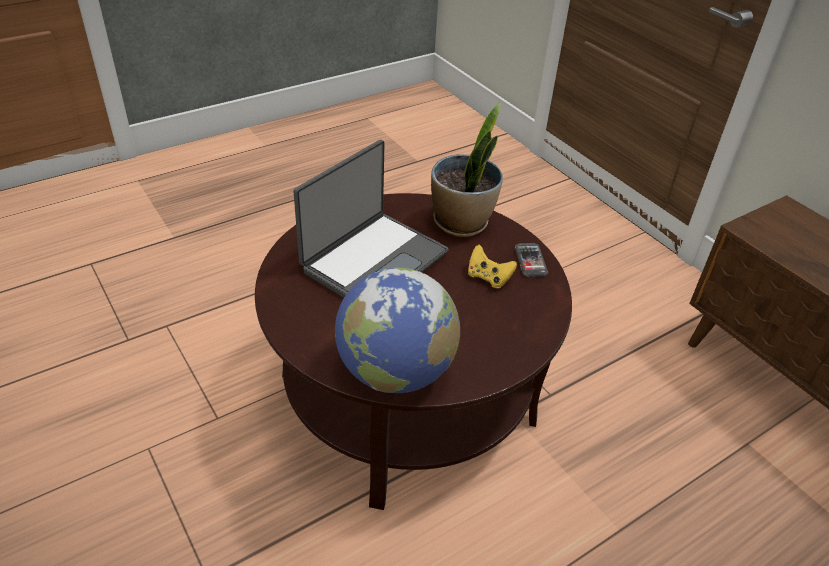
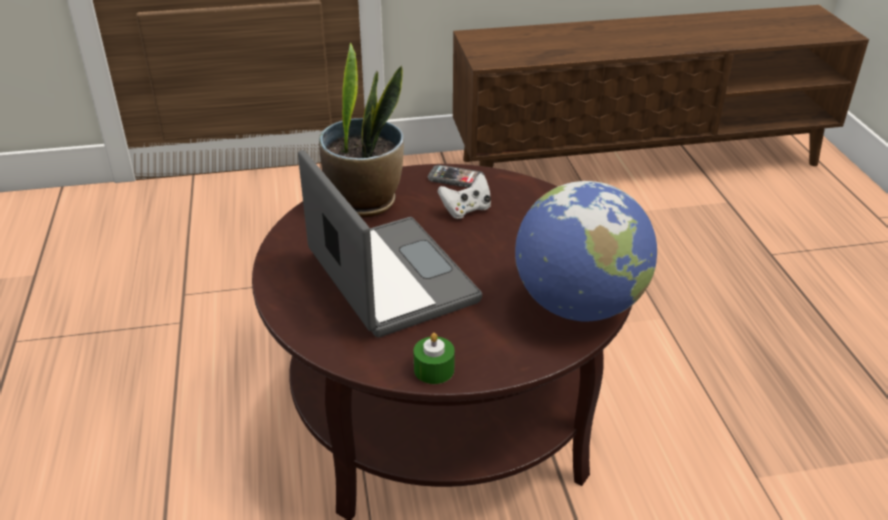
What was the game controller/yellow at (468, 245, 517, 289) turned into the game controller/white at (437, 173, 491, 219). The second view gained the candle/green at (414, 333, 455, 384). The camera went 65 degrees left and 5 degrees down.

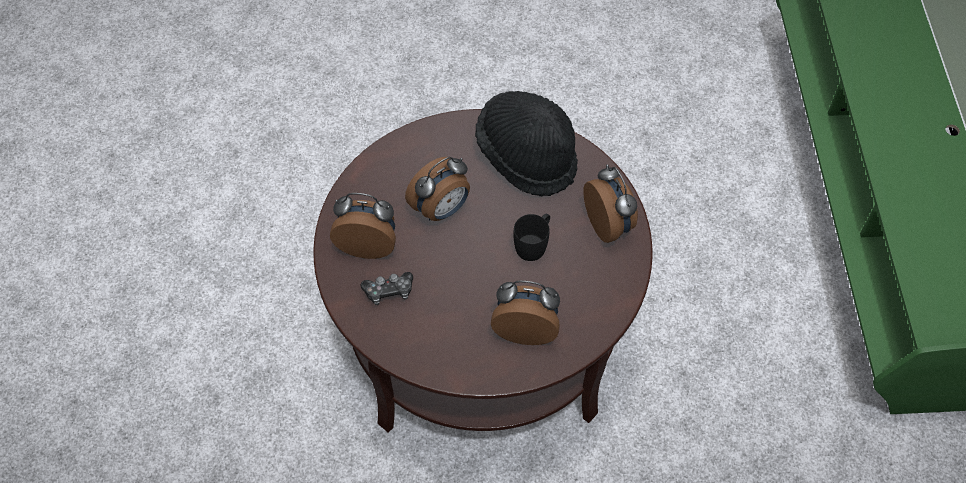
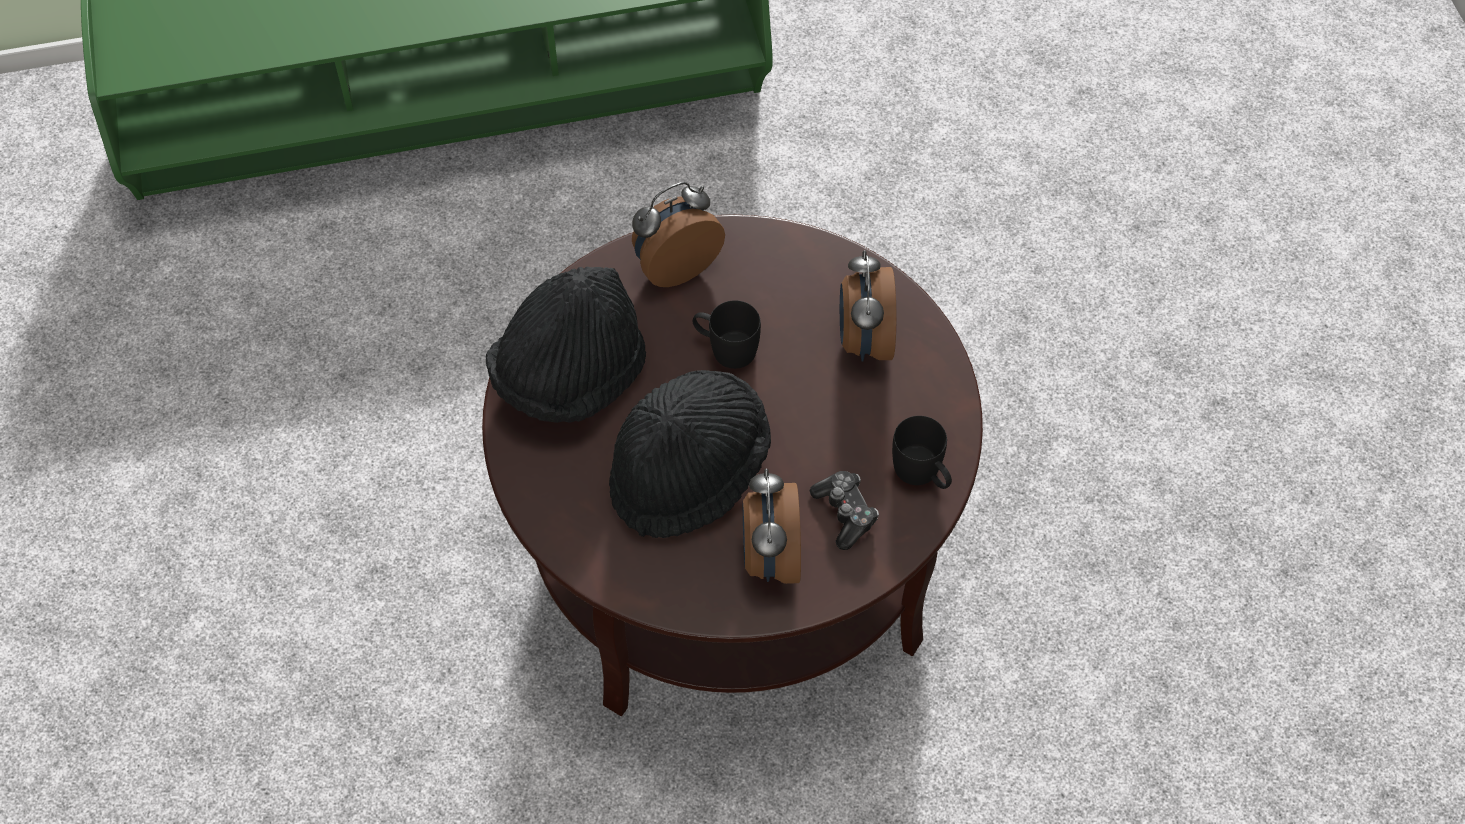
Where the alarm clock stood at (405, 157, 470, 221), the hat/black came to stand at (609, 370, 771, 538). The second view gained the mug/black at (892, 416, 952, 489). The camera went 100 degrees left and 0 degrees up.

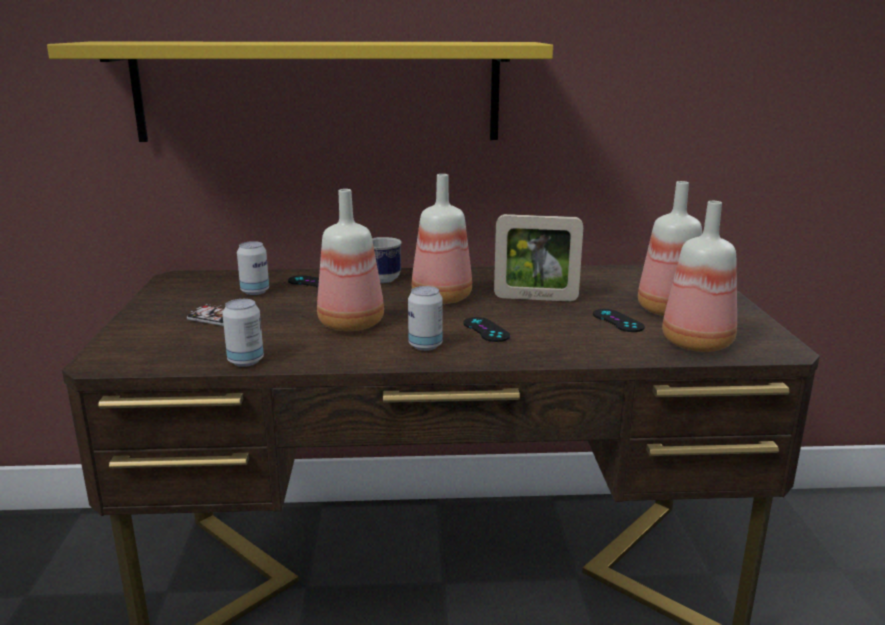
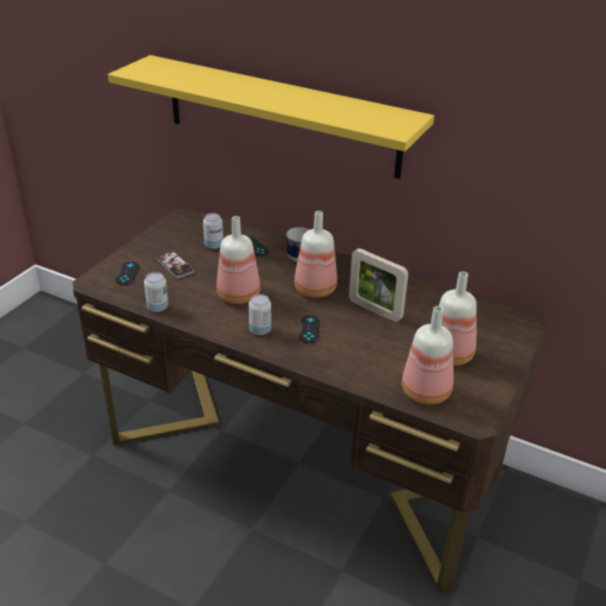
The game controller/black ended up elsewhere, having gone from (593, 309, 645, 332) to (116, 262, 139, 285). The camera went 30 degrees right and 15 degrees up.

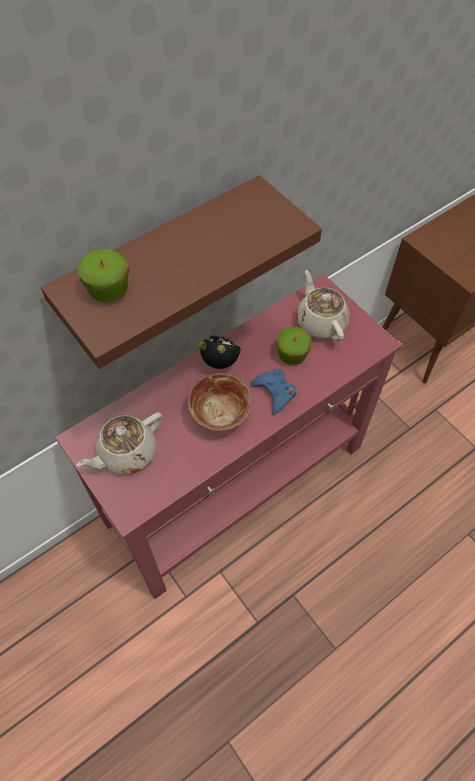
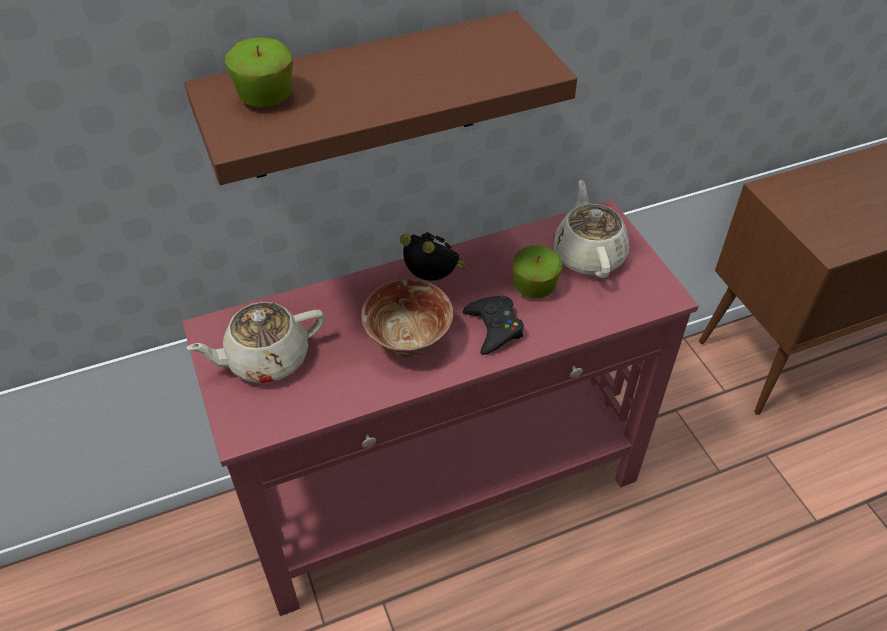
What was the game controller/blue at (250, 369, 297, 415) turned into the game controller/black at (463, 296, 524, 355). The camera went 15 degrees right and 10 degrees down.

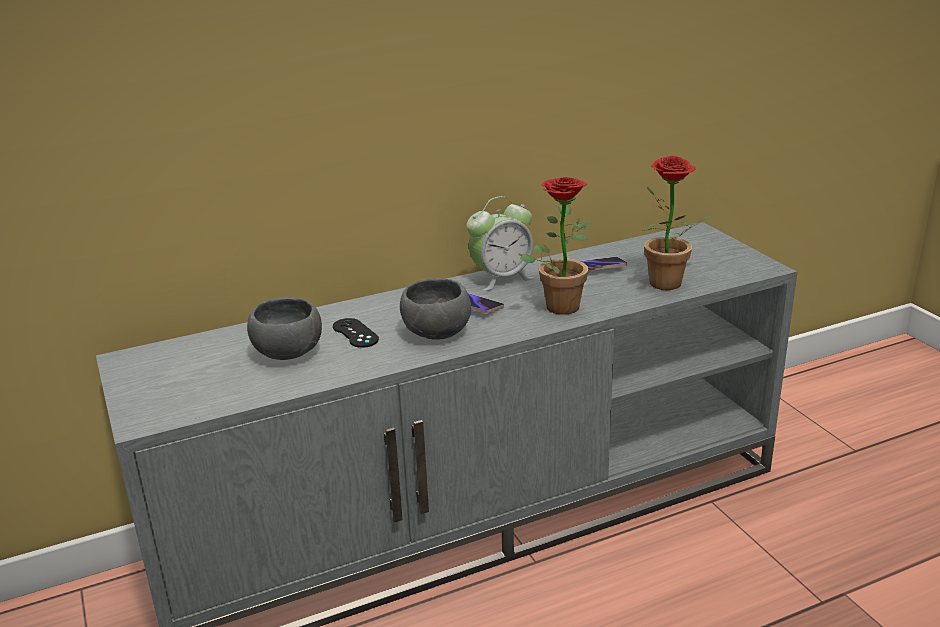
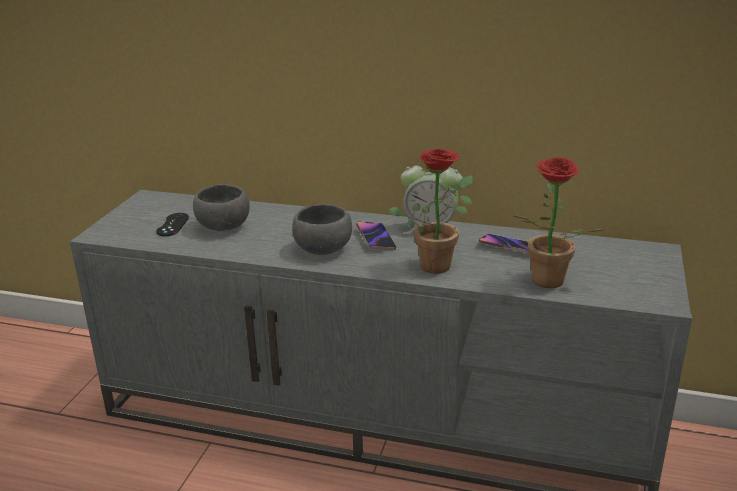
The game controller/black ended up elsewhere, having gone from (333, 318, 379, 348) to (156, 213, 189, 236). The camera went 40 degrees right and 0 degrees up.

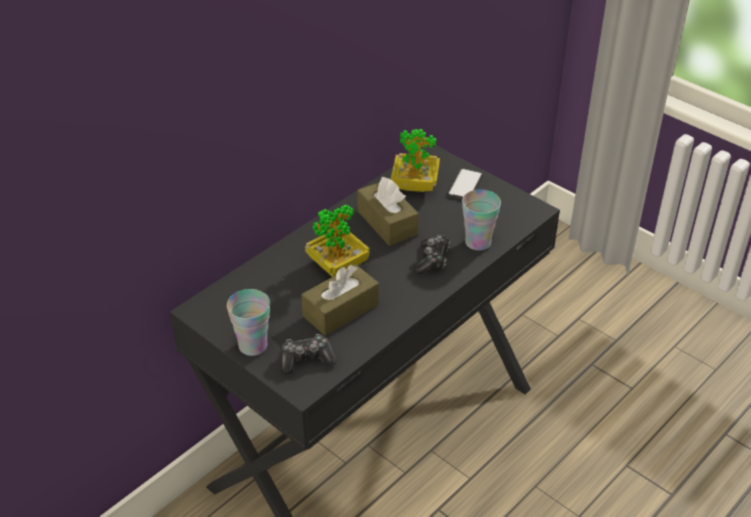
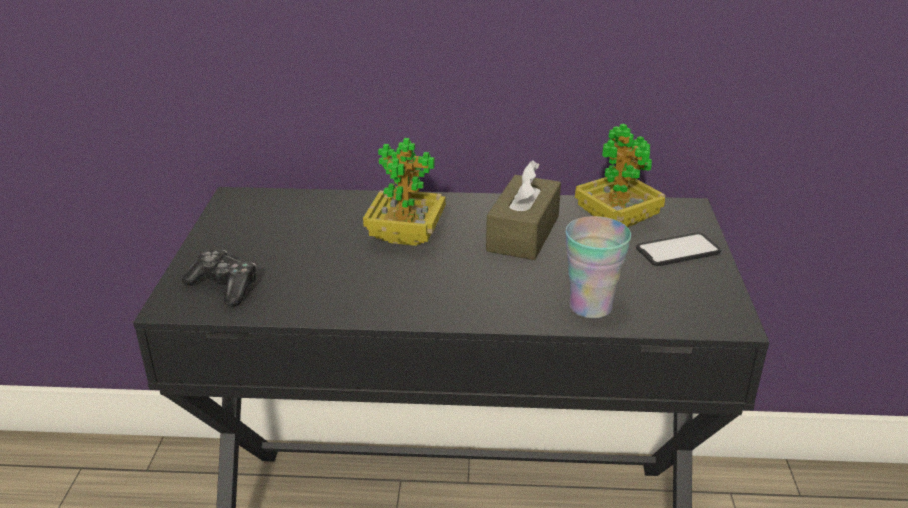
The second view lost the game controller at (414, 235, 450, 274). The second view lost the tissue box/brown at (301, 264, 379, 336). The second view lost the cup at (227, 289, 270, 356). The camera went 50 degrees right and 10 degrees down.

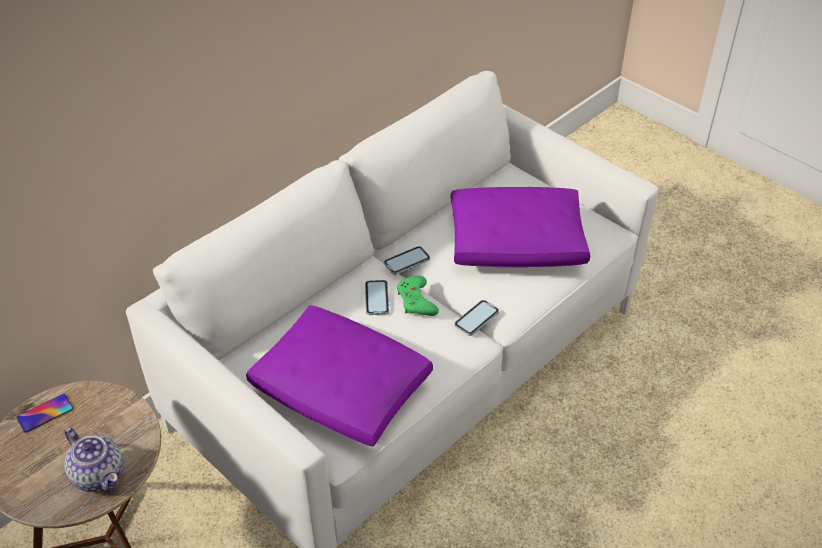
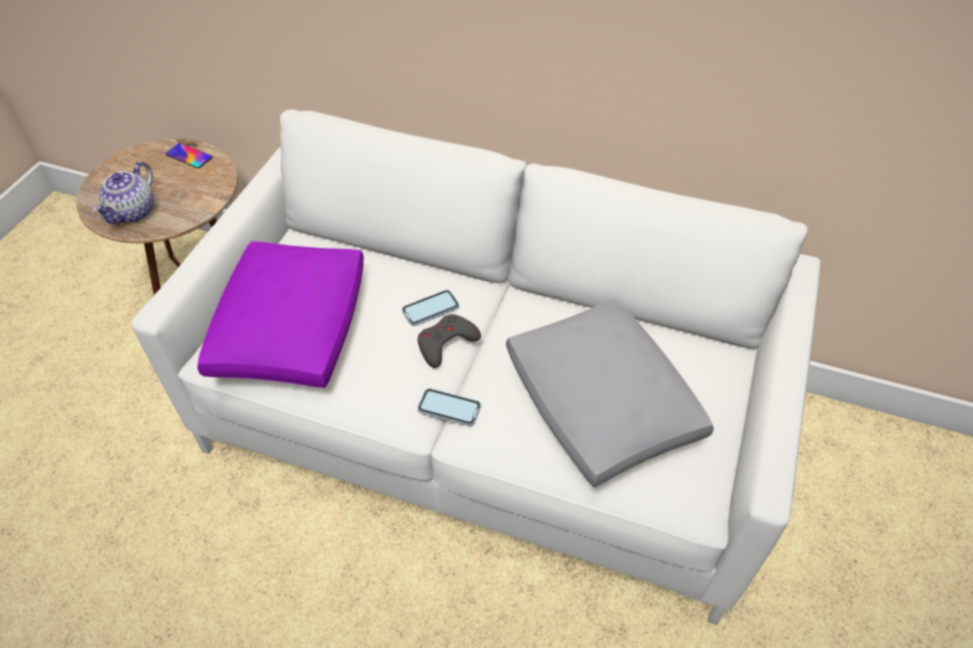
What was the pillow/purple at (451, 187, 590, 267) turned into the pillow/grey at (506, 298, 714, 487). The second view lost the phone at (384, 246, 430, 275). What was the game controller/green at (397, 276, 439, 316) turned into the game controller/grey at (417, 314, 481, 368). The camera went 65 degrees right and 5 degrees up.

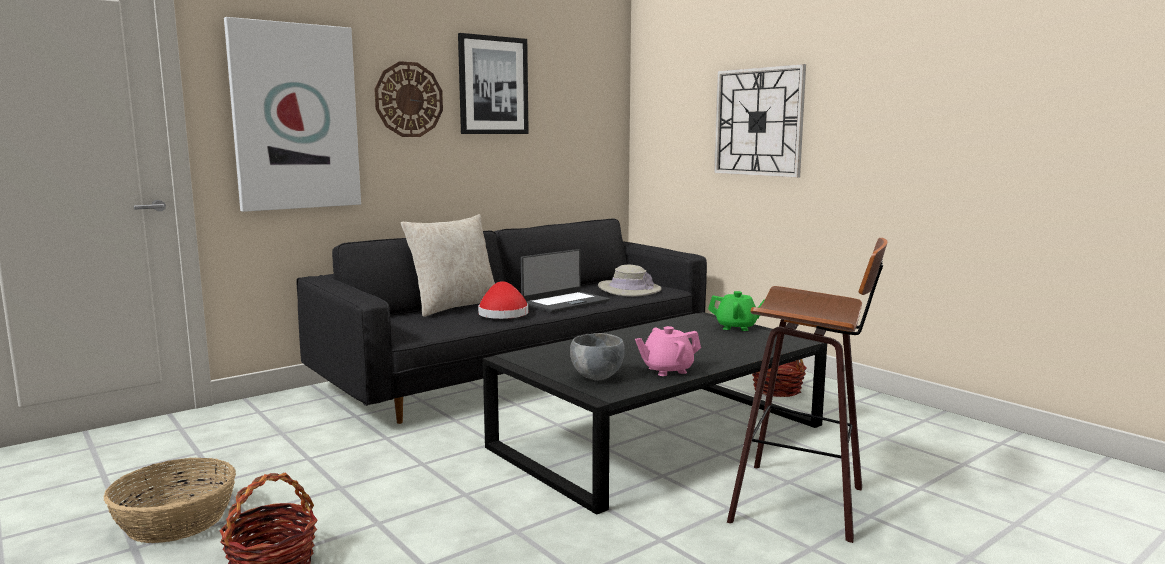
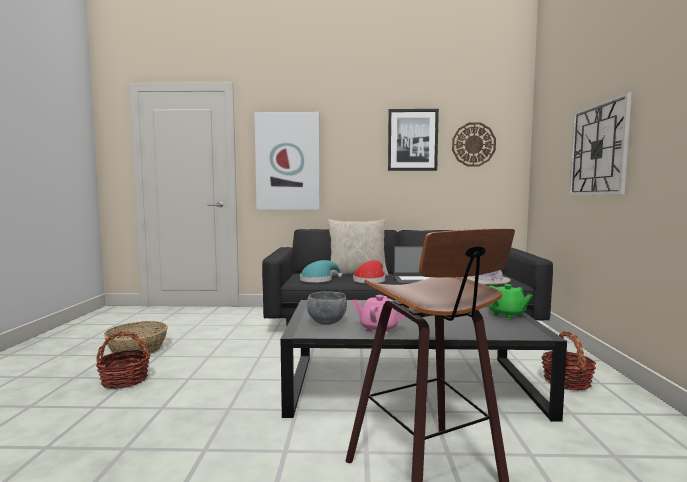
The wall clock ended up elsewhere, having gone from (374, 61, 443, 137) to (452, 122, 496, 167). The second view gained the hat/turquoise at (300, 260, 342, 282). The camera went 40 degrees right and 5 degrees down.

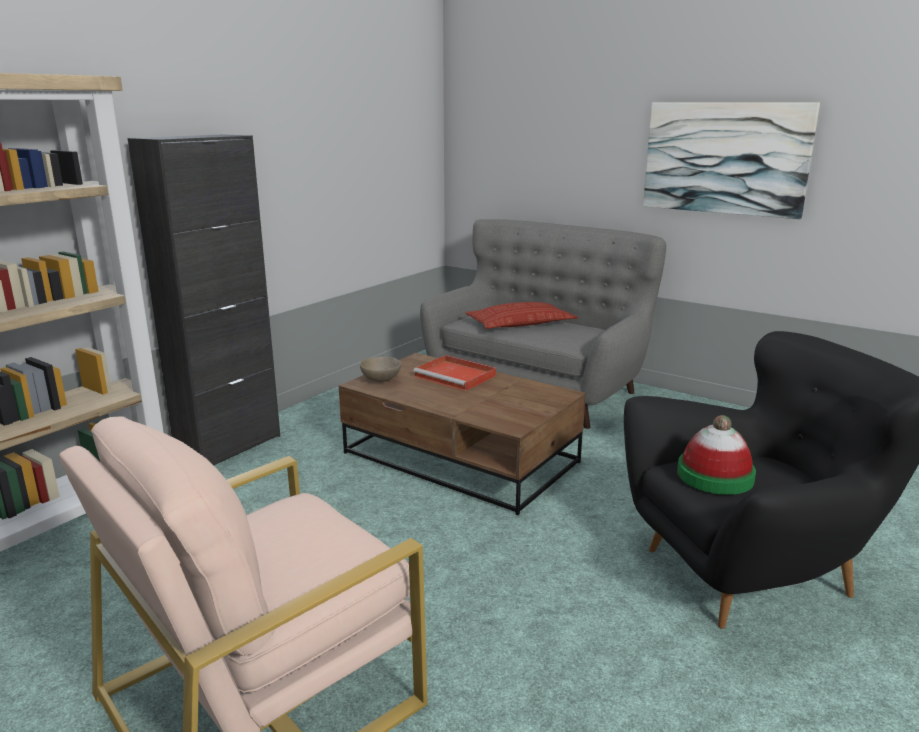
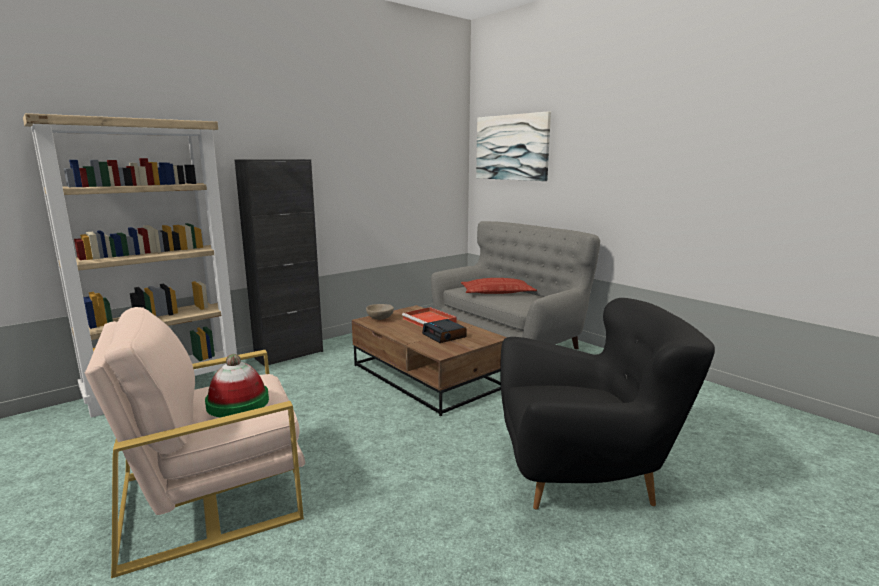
The picture ended up elsewhere, having gone from (643, 102, 820, 219) to (476, 111, 551, 181). The hat ended up elsewhere, having gone from (677, 415, 756, 495) to (205, 354, 269, 417). The second view gained the alarm clock at (422, 319, 467, 343). The camera went 15 degrees right and 5 degrees down.

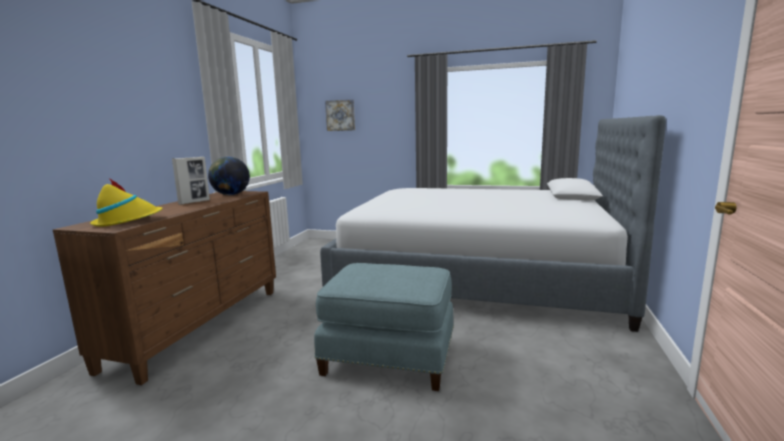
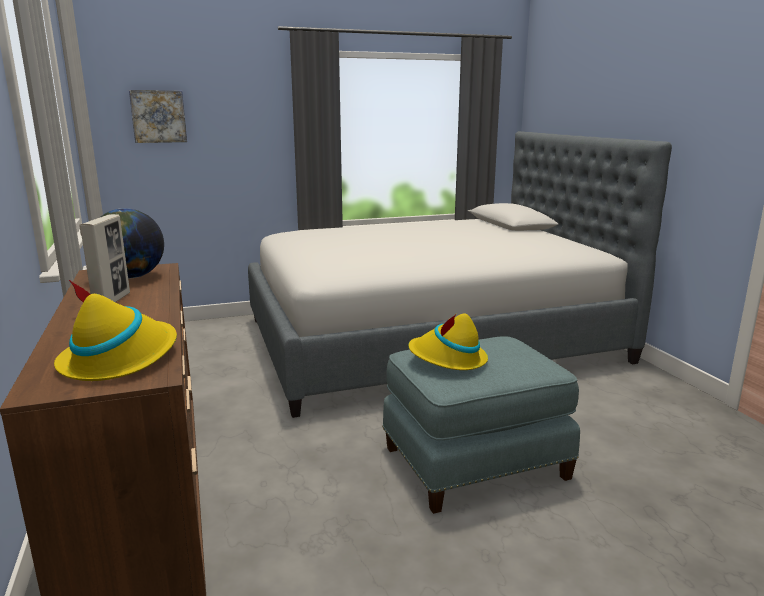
The second view gained the hat/yellow at (408, 313, 488, 370). The camera went 35 degrees left and 5 degrees up.

